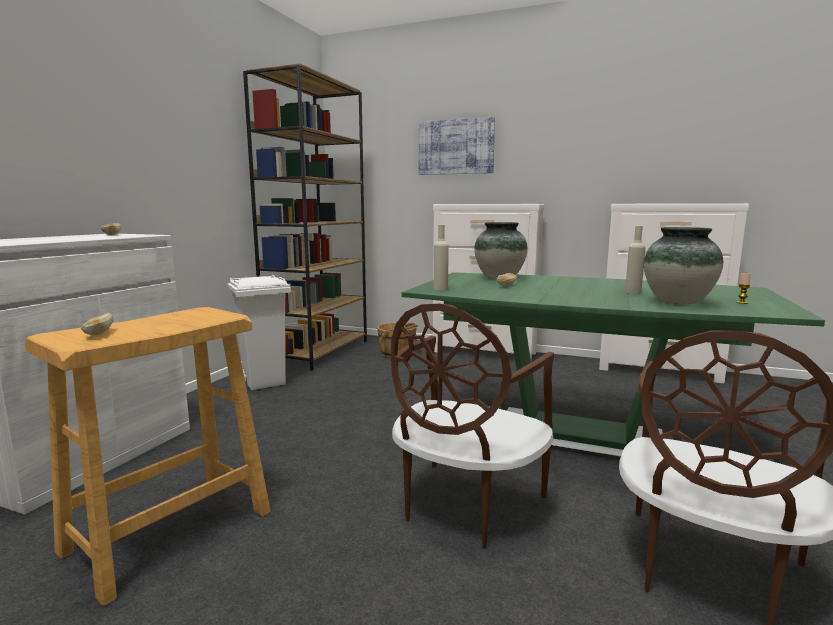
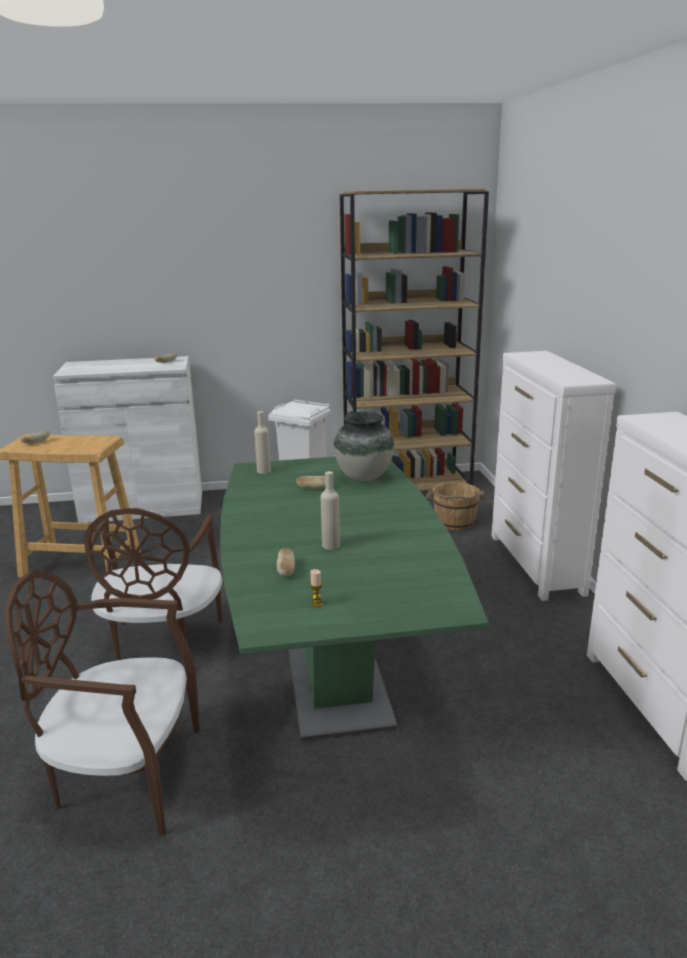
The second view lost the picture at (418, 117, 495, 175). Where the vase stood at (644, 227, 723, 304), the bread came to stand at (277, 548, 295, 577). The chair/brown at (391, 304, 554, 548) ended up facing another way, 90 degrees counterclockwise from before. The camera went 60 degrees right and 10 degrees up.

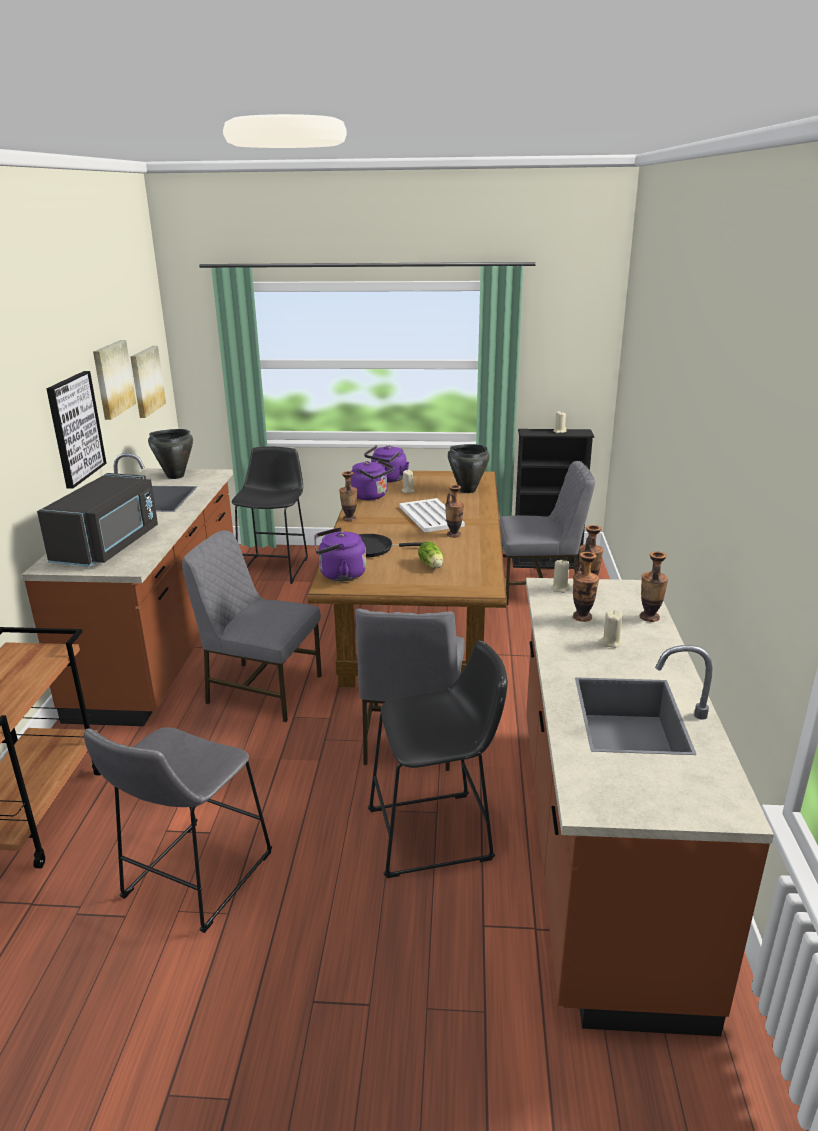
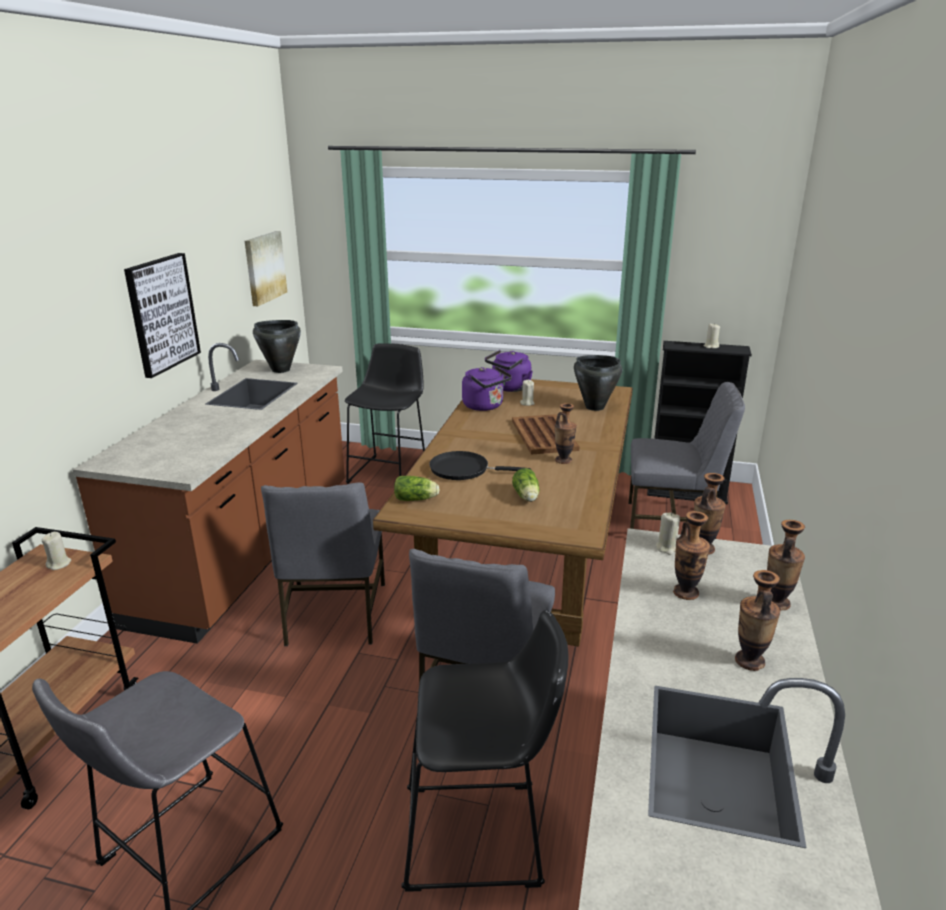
The second view lost the picture at (93, 340, 136, 420). The vase ended up elsewhere, having gone from (339, 471, 357, 522) to (735, 570, 780, 671). The second view lost the microwave/black at (37, 473, 158, 567). What was the tray/white at (399, 498, 465, 532) turned into the tray/brown at (512, 414, 580, 455). Where the kettle/purple stood at (314, 527, 366, 581), the lettuce came to stand at (394, 476, 440, 501). The chair/grey at (182, 530, 322, 722) ended up facing another way, 120 degrees counterclockwise from before. The candle/beige ended up elsewhere, having gone from (600, 610, 623, 648) to (42, 532, 71, 570). The camera went 10 degrees right and 0 degrees up.

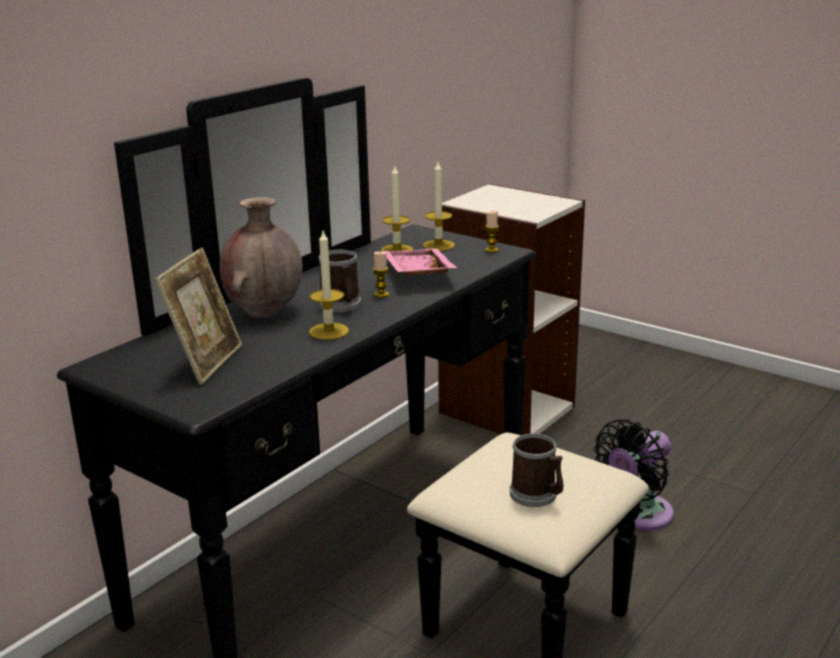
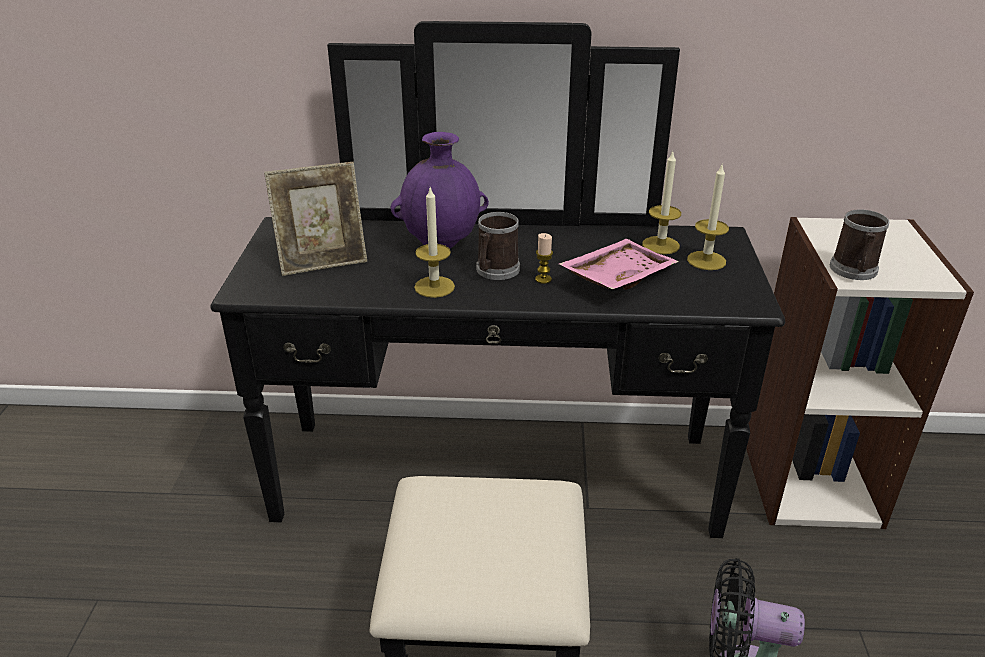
What was the vase/brown at (219, 197, 302, 318) turned into the vase/purple at (390, 132, 489, 249). The second view lost the candle at (485, 211, 499, 253). The mug ended up elsewhere, having gone from (510, 433, 563, 507) to (830, 209, 889, 280). The camera went 55 degrees right and 10 degrees up.

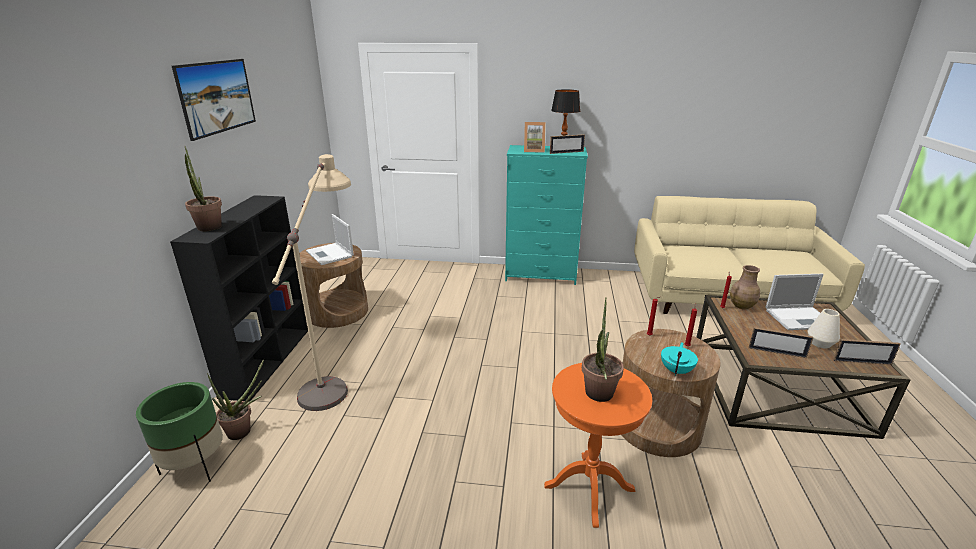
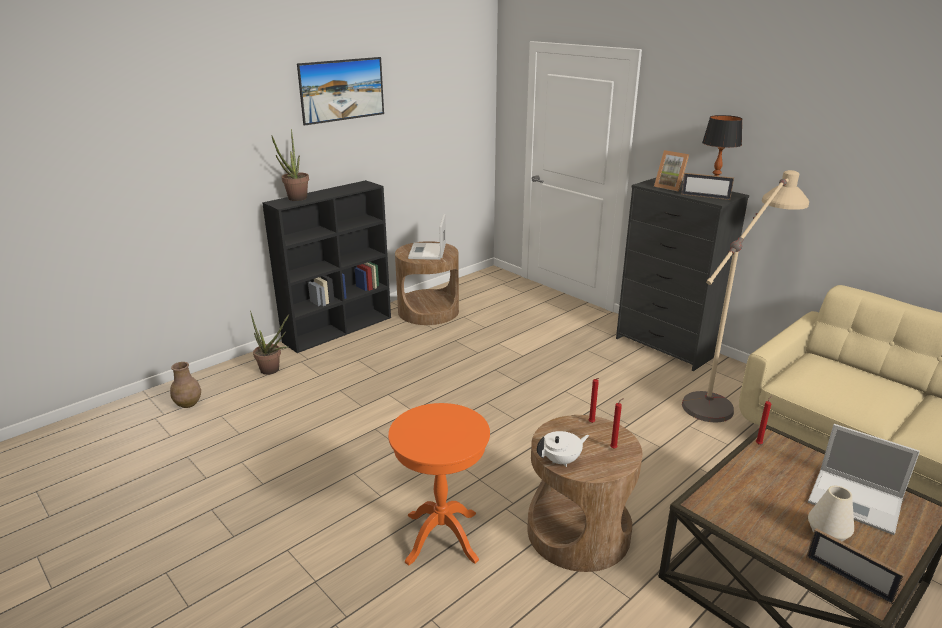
What was the dresser/turquoise at (505, 145, 588, 285) turned into the dresser/black at (616, 178, 749, 371). The floor lamp/beige ended up elsewhere, having gone from (272, 154, 351, 411) to (682, 170, 809, 422). The vase/brown ended up elsewhere, having gone from (730, 265, 760, 309) to (170, 362, 201, 408). The second view lost the potted plant at (582, 297, 624, 402). The second view lost the picture frame at (748, 327, 813, 358). What was the teapot/turquoise at (661, 342, 698, 376) turned into the teapot/white at (537, 431, 589, 467). The second view lost the planter/green at (136, 382, 223, 482). The camera went 40 degrees right and 0 degrees up.

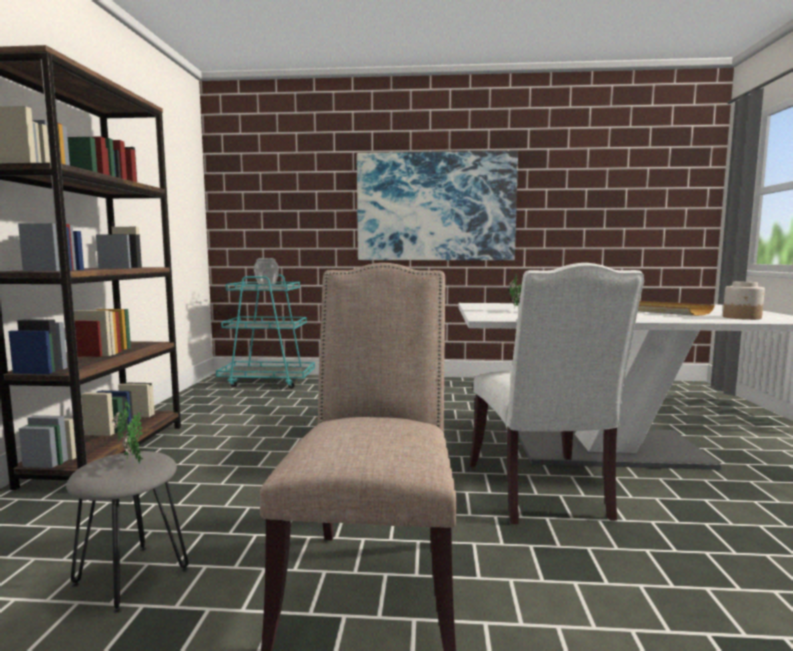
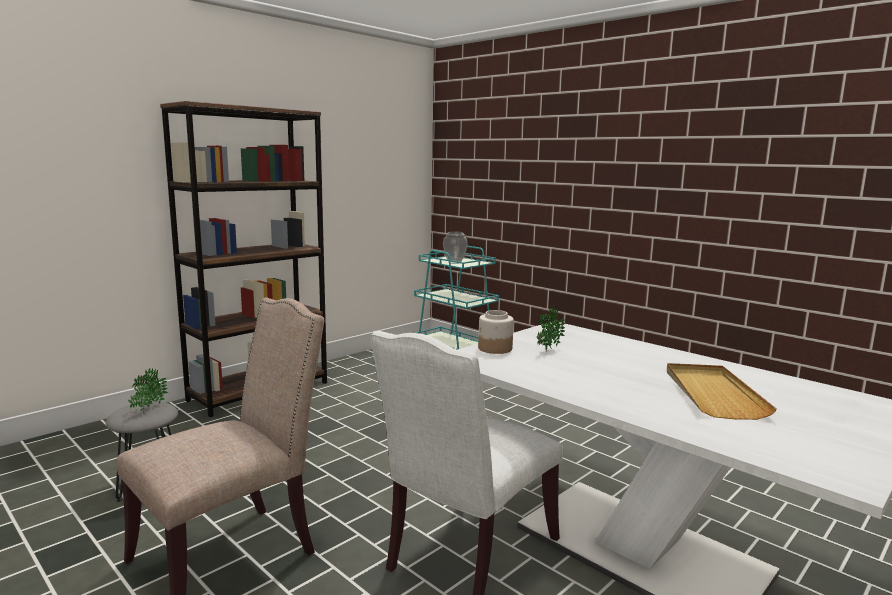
The second view lost the picture at (357, 151, 518, 260). The jar ended up elsewhere, having gone from (723, 282, 765, 320) to (478, 310, 514, 354). The camera went 40 degrees right and 5 degrees up.

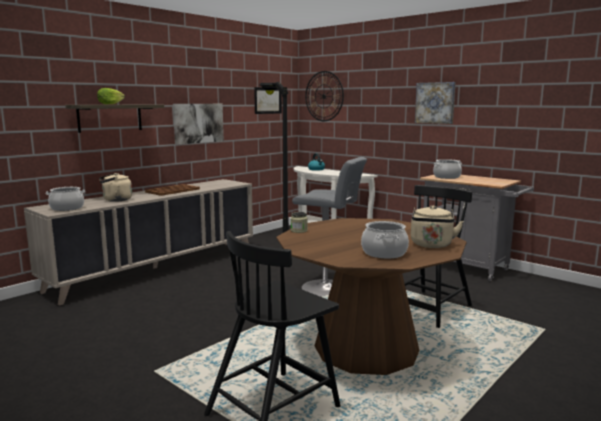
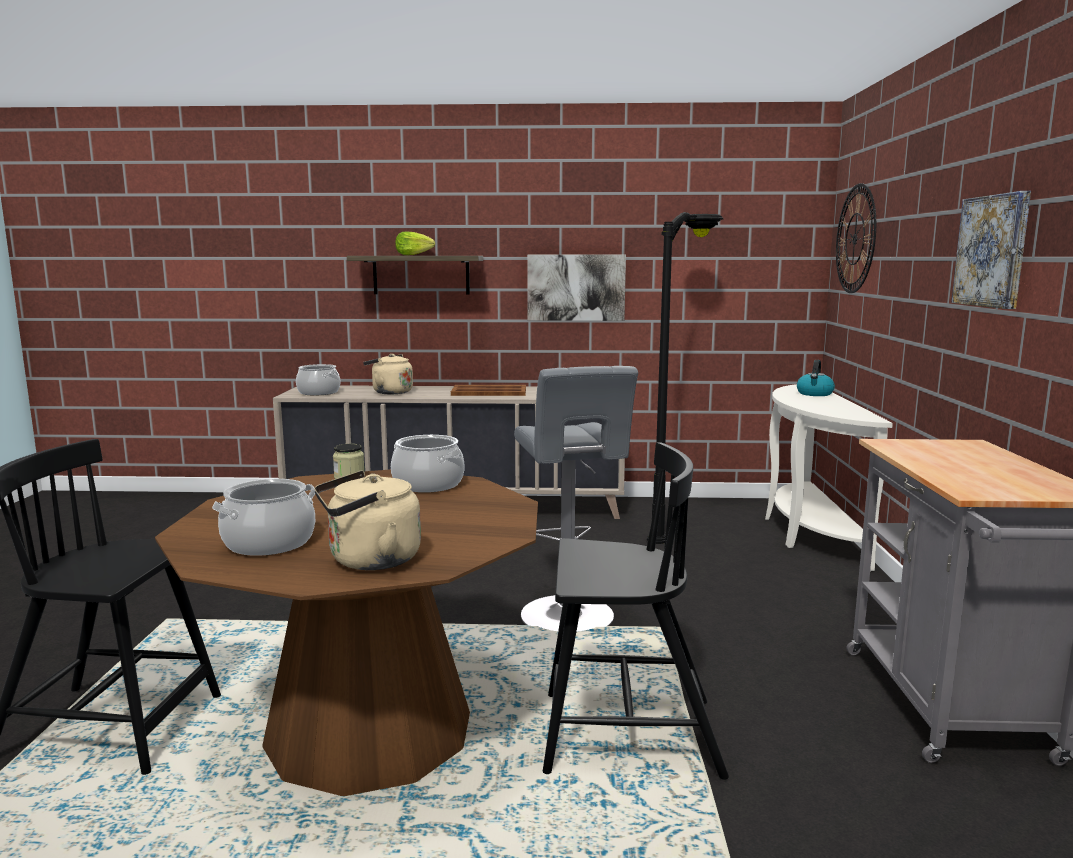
The second view lost the picture at (254, 87, 282, 114). The cooking pot ended up elsewhere, having gone from (433, 159, 462, 179) to (391, 435, 464, 493). The camera went 50 degrees right and 0 degrees up.

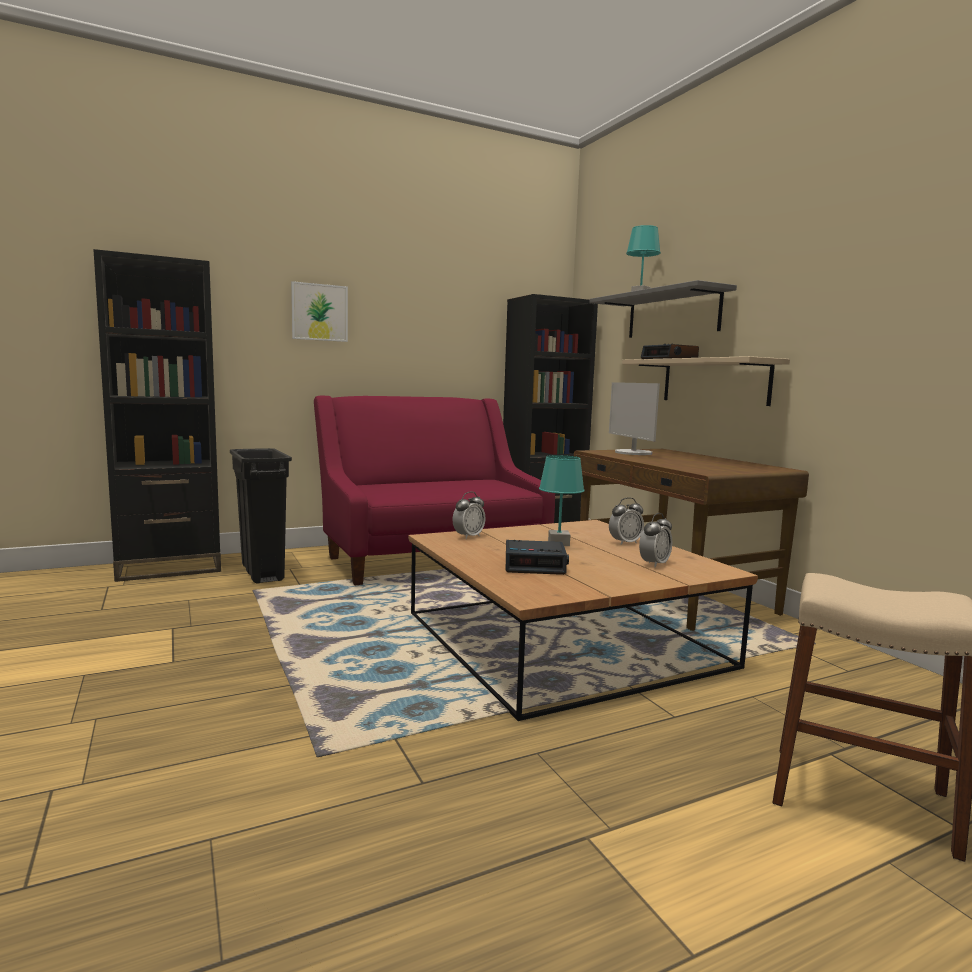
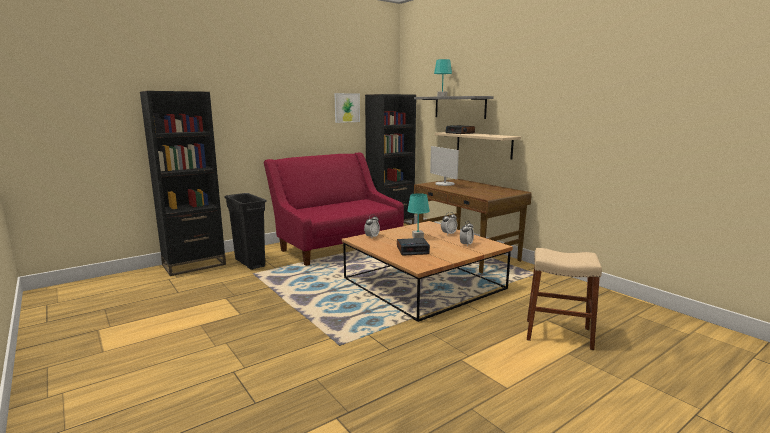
The picture ended up elsewhere, having gone from (291, 281, 348, 342) to (335, 93, 360, 123). The camera went 10 degrees left and 5 degrees up.

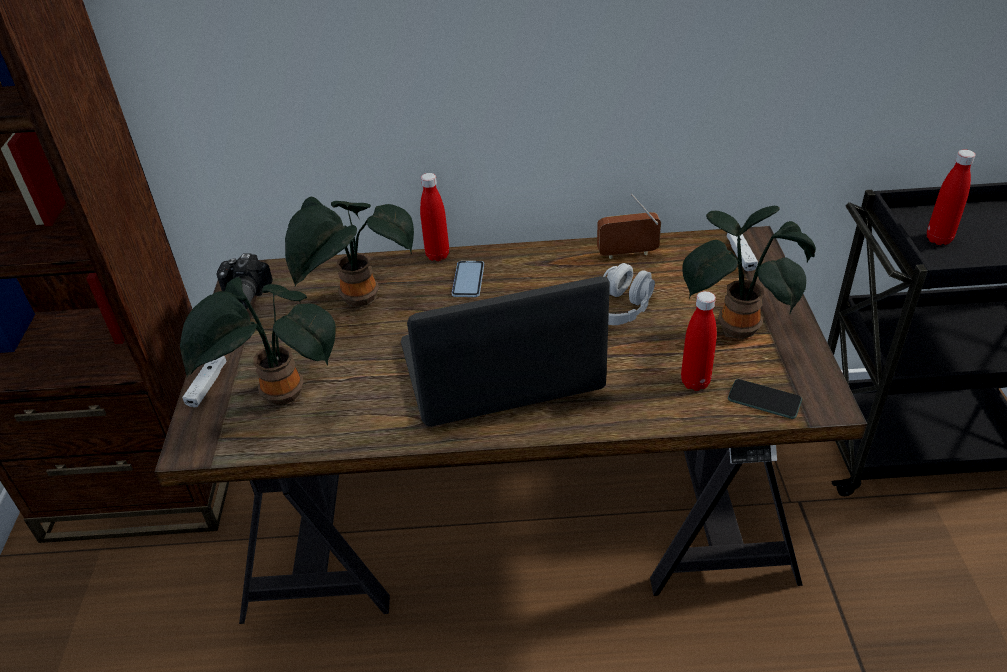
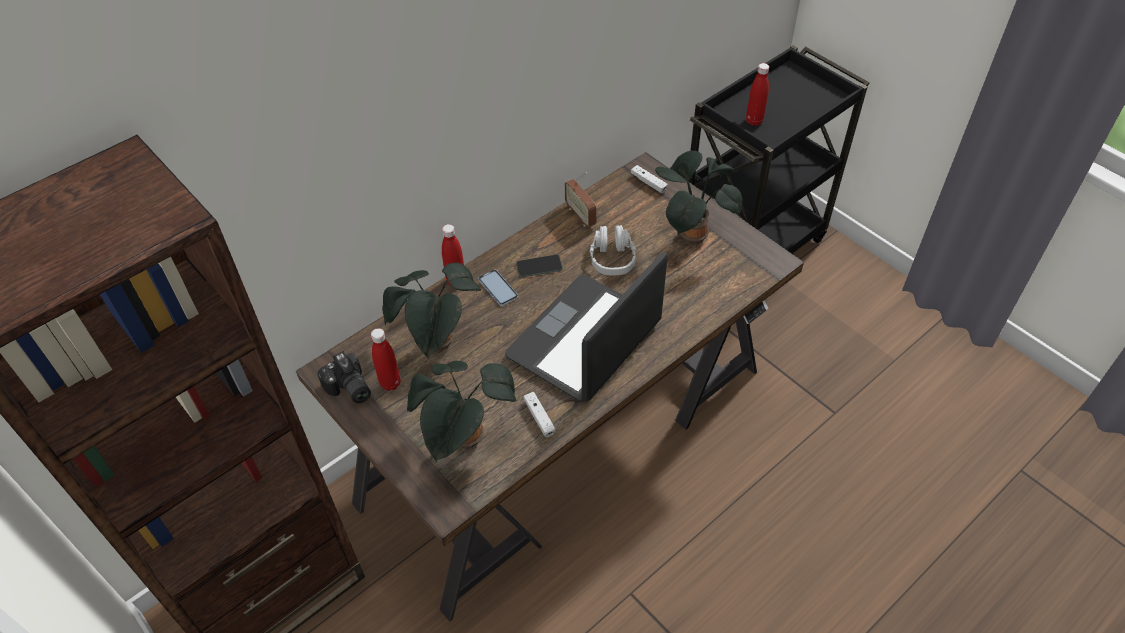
The radio at (597, 194, 661, 259) ended up facing another way, 75 degrees counterclockwise from before. The bottle/red ended up elsewhere, having gone from (681, 291, 717, 391) to (371, 328, 401, 391). The game controller/white ended up elsewhere, having gone from (182, 356, 227, 407) to (524, 392, 556, 437). The phone ended up elsewhere, having gone from (728, 379, 802, 419) to (516, 254, 563, 277). The camera went 40 degrees left and 10 degrees up.

